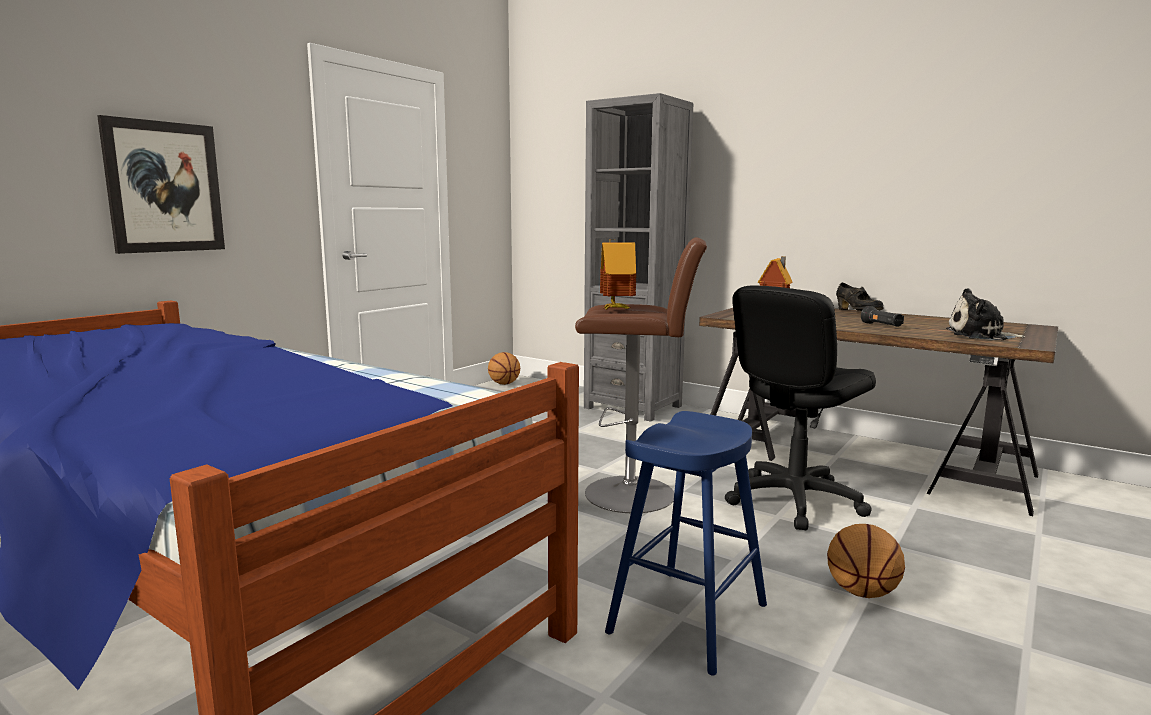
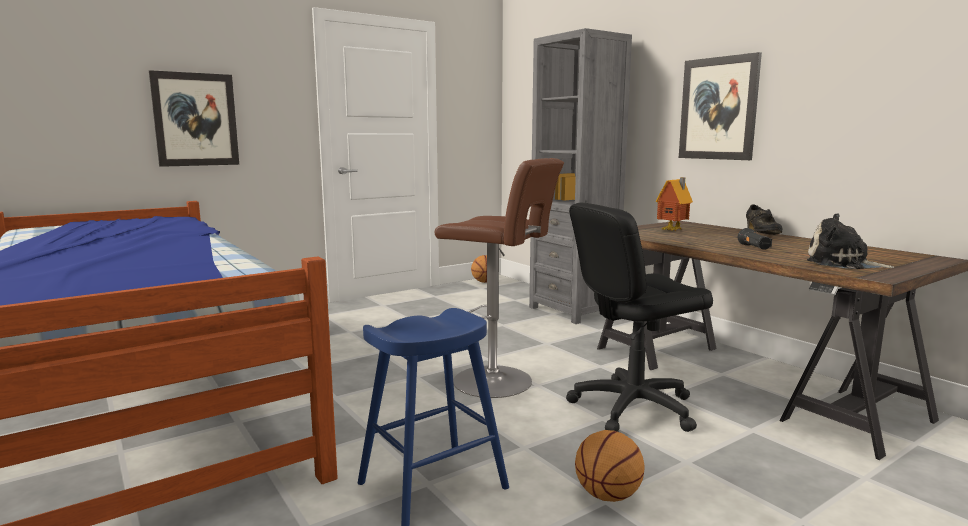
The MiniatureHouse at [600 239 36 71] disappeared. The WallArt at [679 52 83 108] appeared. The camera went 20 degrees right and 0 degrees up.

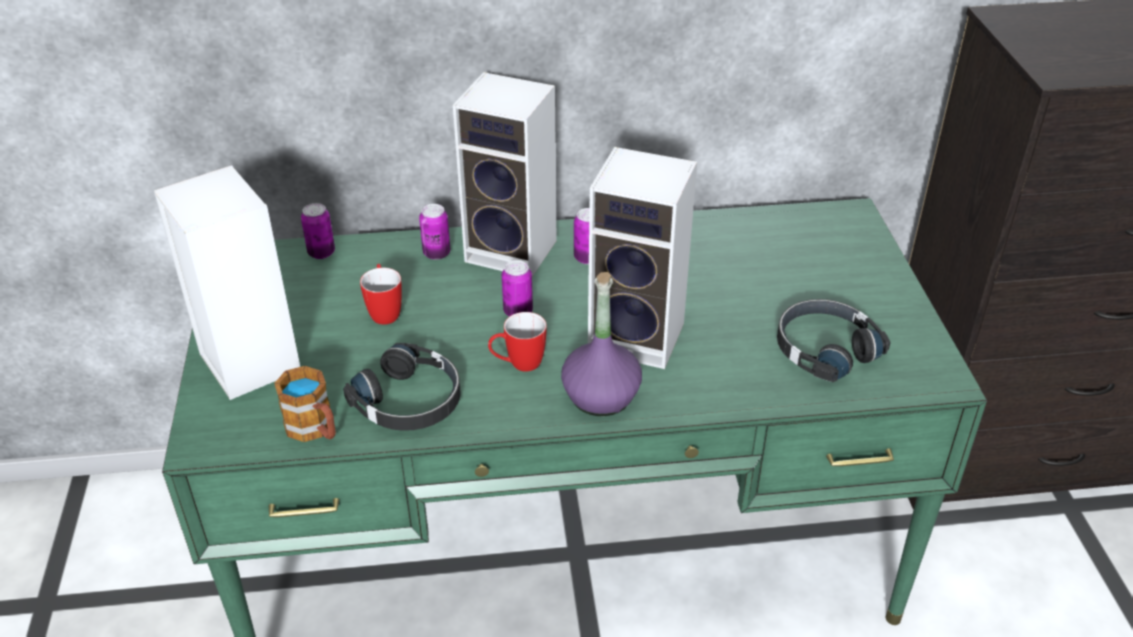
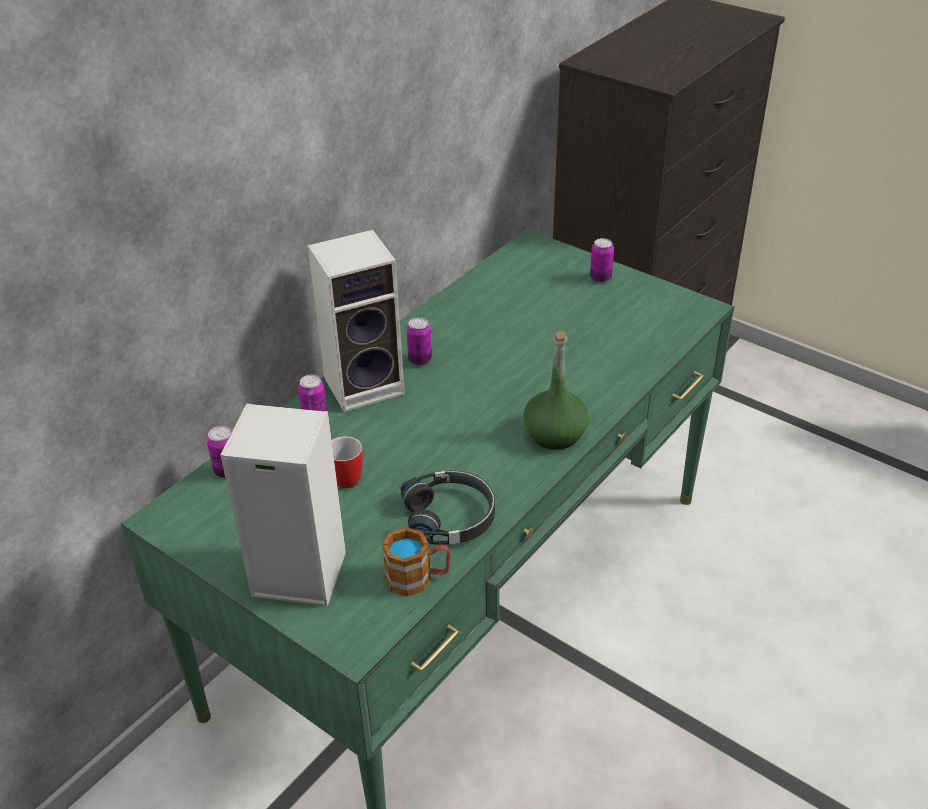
The TeaMug at [488 312 59 60] disappeared. The MetalCan moved from [502 260 31 57] to [590 238 24 45]. The PurpleBeverageBottle at [561 272 81 144] became the GreenColouredBeverageBottle at [524 331 65 119]. The Speaker at [588 147 109 222] disappeared. The BlackHeadphones at [777 299 113 83] disappeared. The camera went 45 degrees left and 0 degrees up.

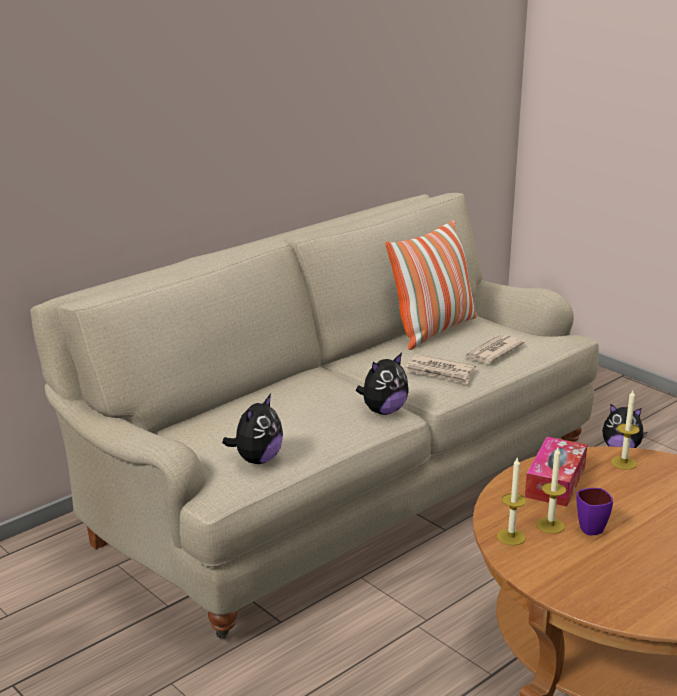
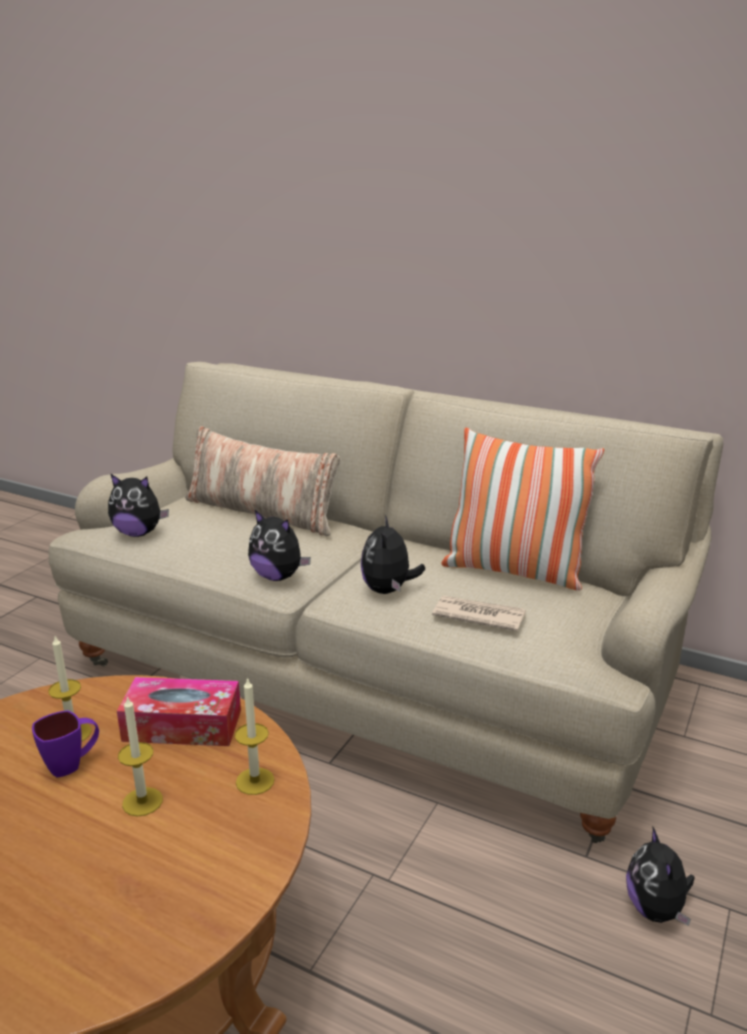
The Newspaper at [405 354 71 30] was replaced by the PlushToy at [361 515 64 79]. The WaxCandle moved from [497 458 29 87] to [118 696 45 120]. The ThrowPillow at [185 426 155 110] appeared. The camera went 70 degrees right and 0 degrees up.

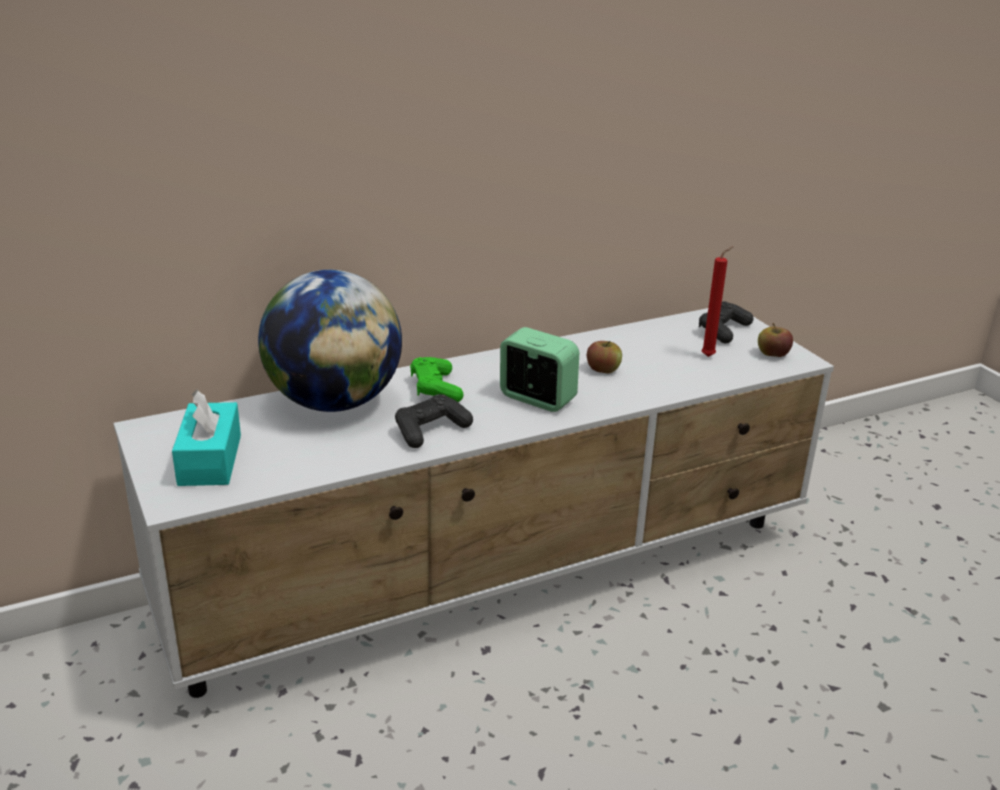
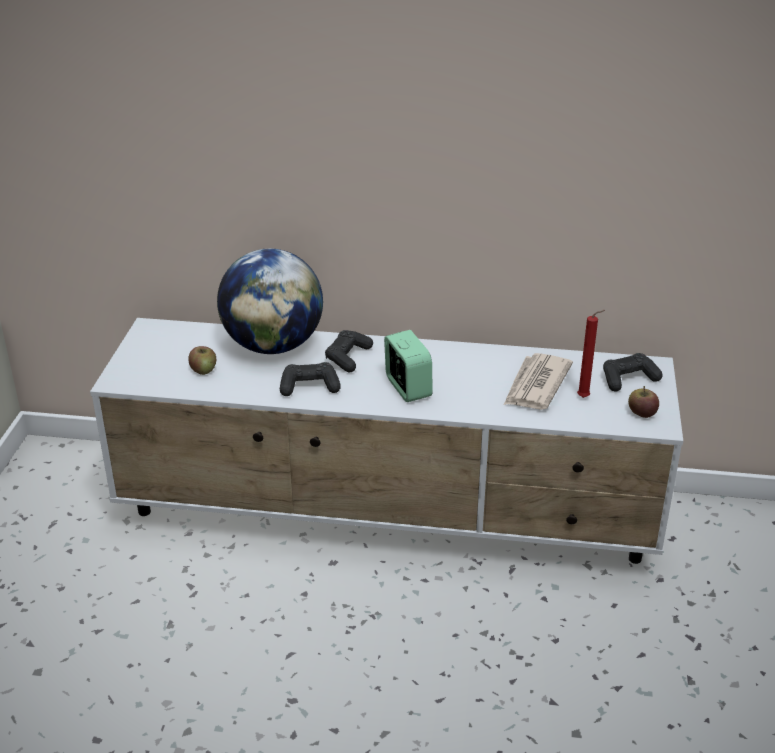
The TurquoiseTissueBox at [172 390 69 96] disappeared. The GreenColouredGamepad at [410 357 54 45] became the BlackGamepad at [325 330 48 42]. The AppleFruit moved from [587 341 35 32] to [188 346 28 29]. The Newspaper at [504 353 69 57] appeared. The camera went 35 degrees right and 5 degrees up.

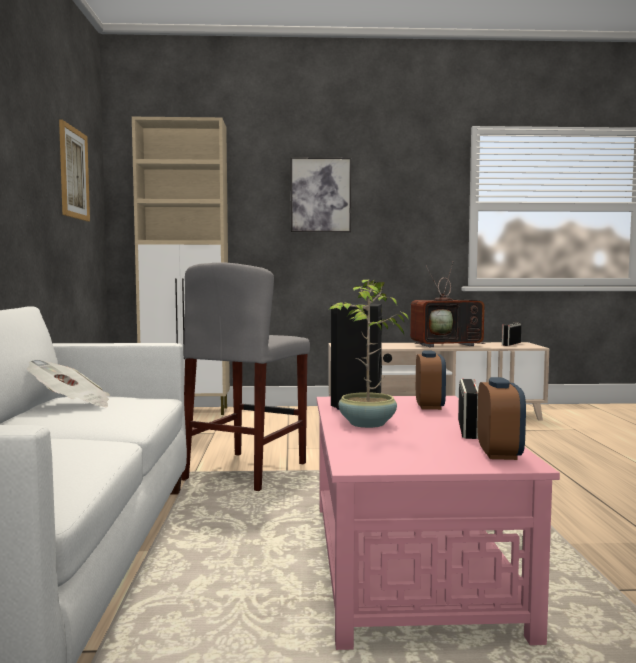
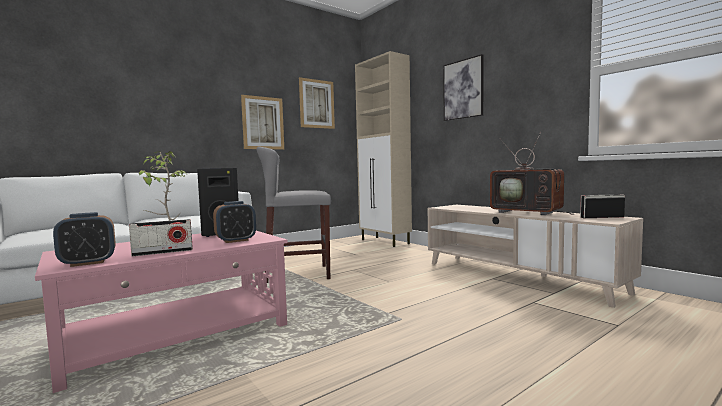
The Newspaper at [27 360 83 47] disappeared. The WallArt at [241 95 43 54] appeared. The camera went 55 degrees right and 0 degrees up.

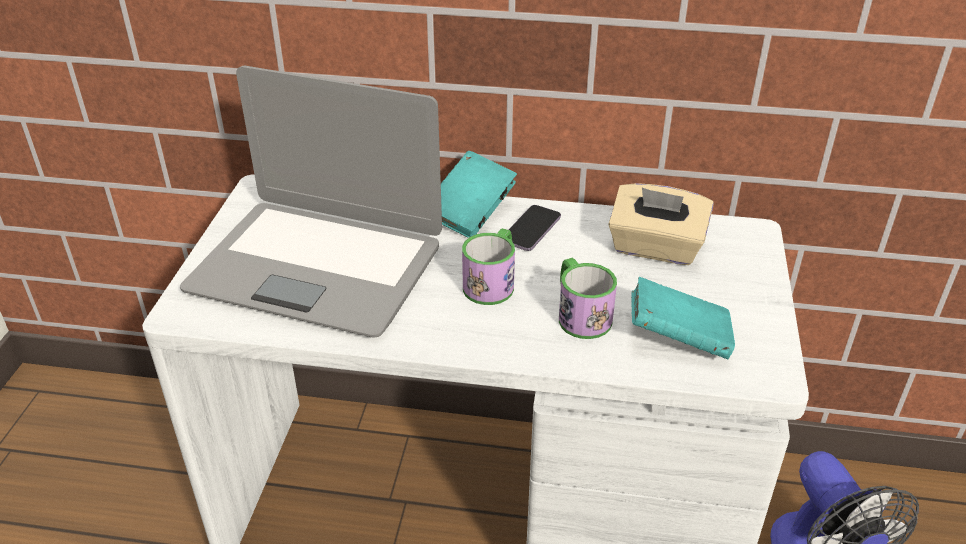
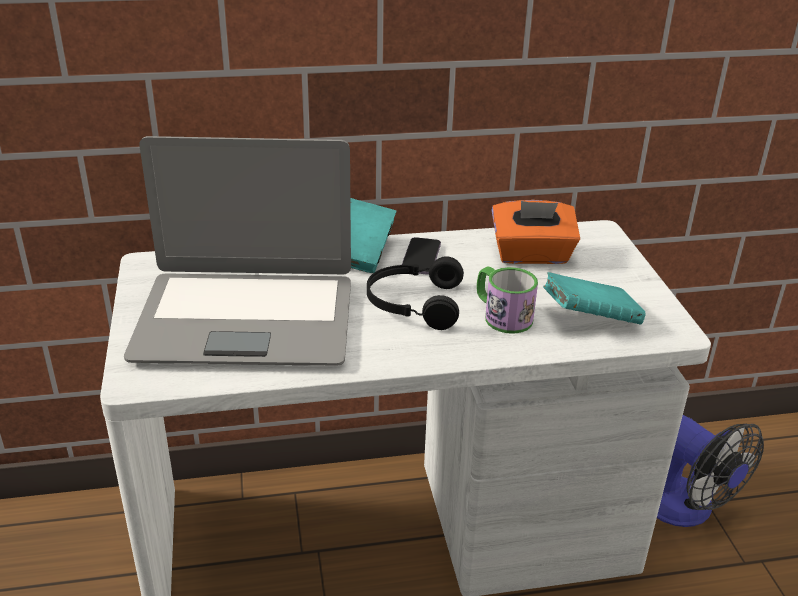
The TeaMug at [462 228 53 77] was replaced by the BlackHeadphones at [367 256 97 74]. The BeigeColouredTissueBox at [608 183 105 82] became the OrangeColouredTissueBox at [492 200 88 64]. The camera went 20 degrees left and 5 degrees down.

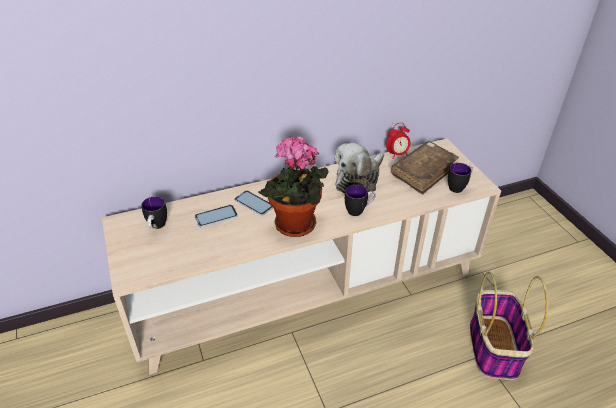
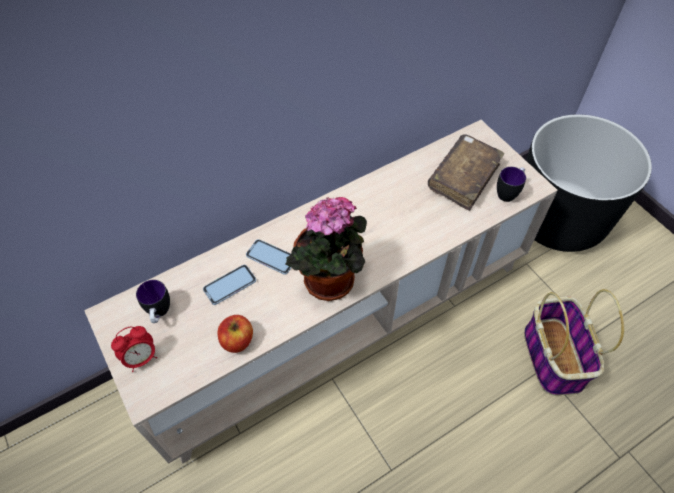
The PlushToy at [334 143 50 51] disappeared. The TeaMug at [345 185 31 31] disappeared. The TableClock moved from [386 123 25 36] to [111 326 46 46]. The AppleFruit at [218 315 35 38] appeared. The BlackPlantPot at [526 114 126 138] appeared. The camera went 10 degrees left and 15 degrees up.

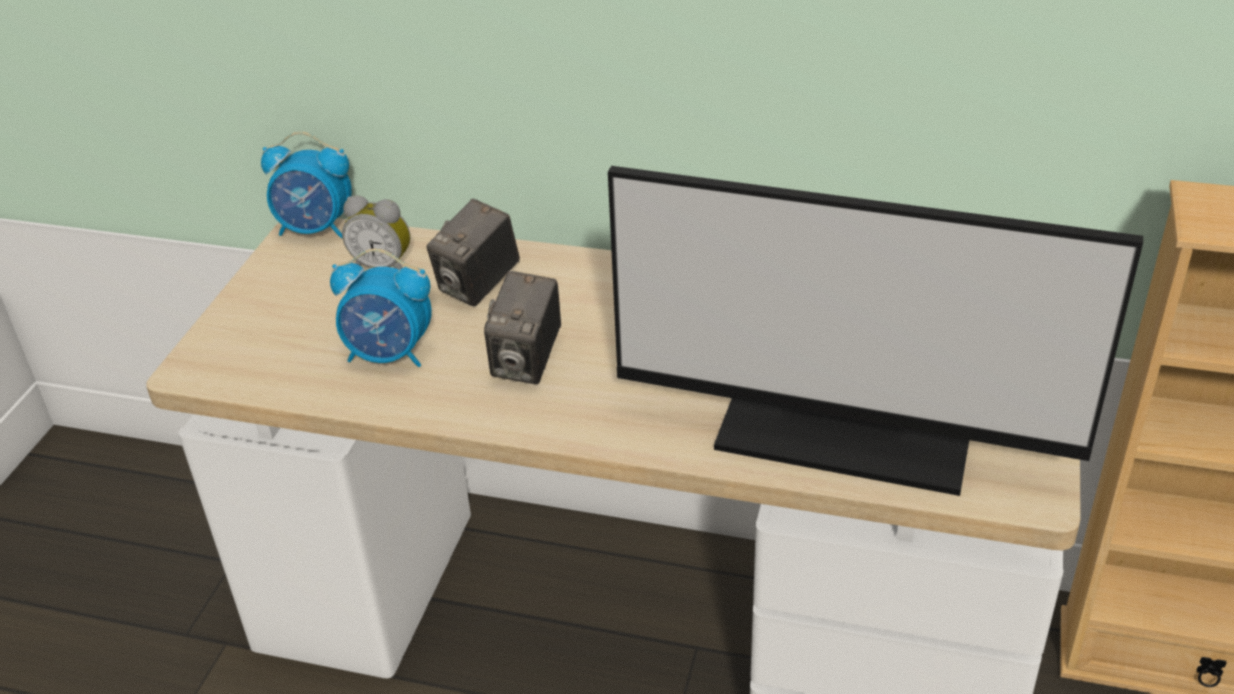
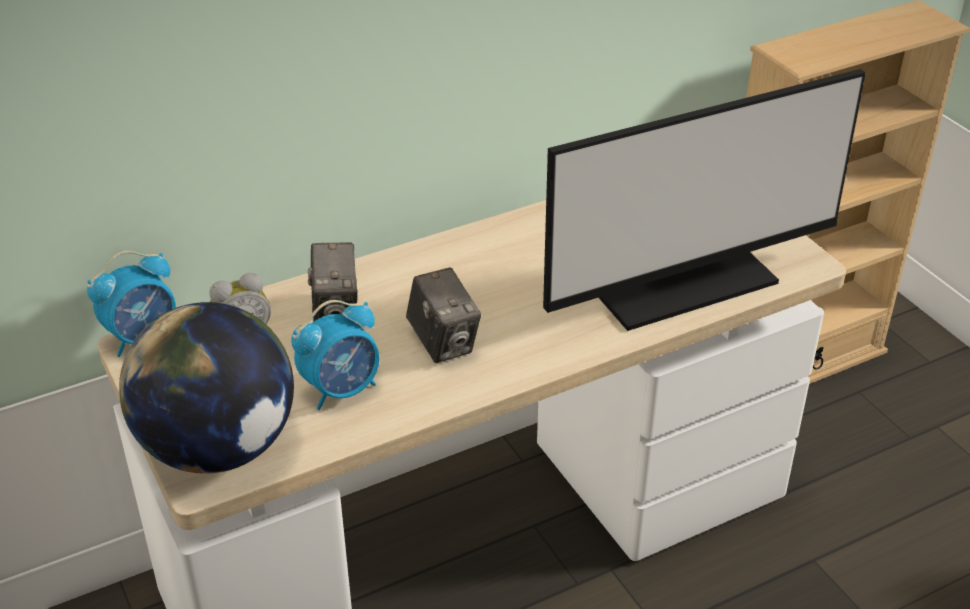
The DeskGlobe at [119 302 175 172] appeared. The camera went 45 degrees left and 0 degrees up.

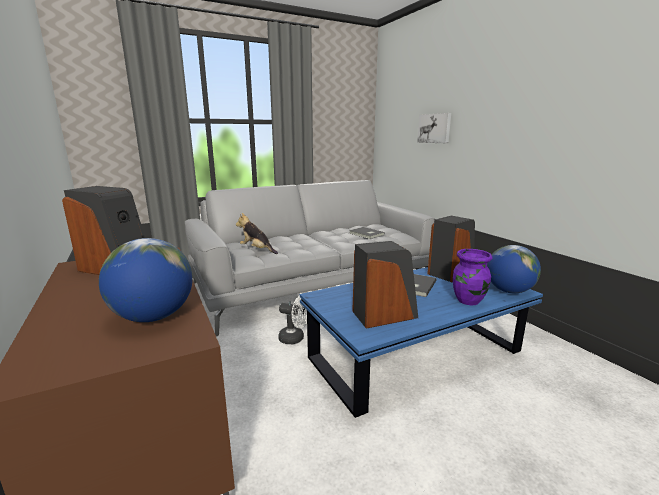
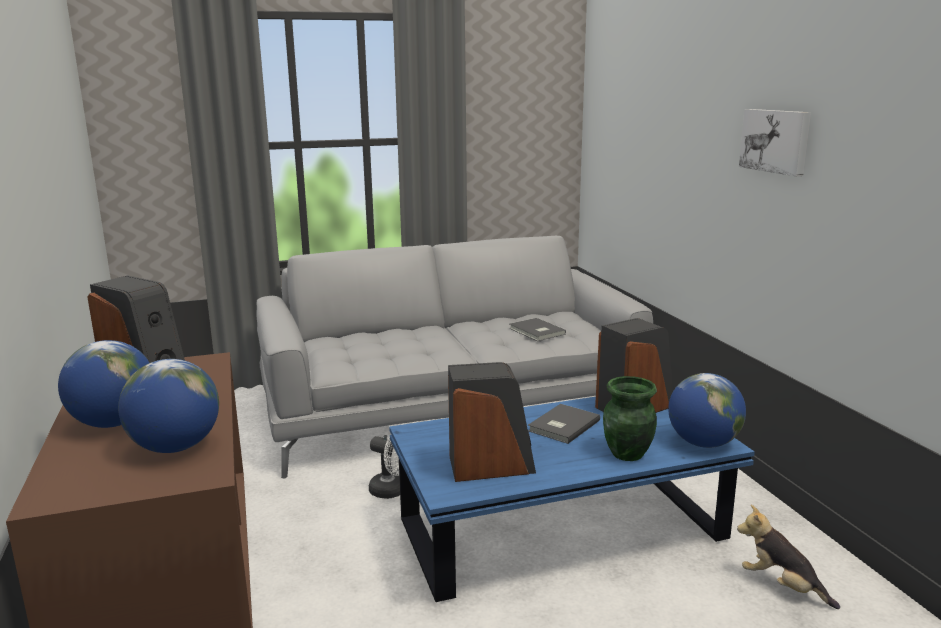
The PlushToy moved from [236 213 42 41] to [737 505 103 104]. The WallArt moved from [417 113 34 30] to [739 109 72 67]. The PurpleVase at [453 249 39 56] became the GreenColouredVase at [603 376 54 85]. The DeskGlobe at [58 340 92 88] appeared. The camera went 10 degrees right and 0 degrees up.

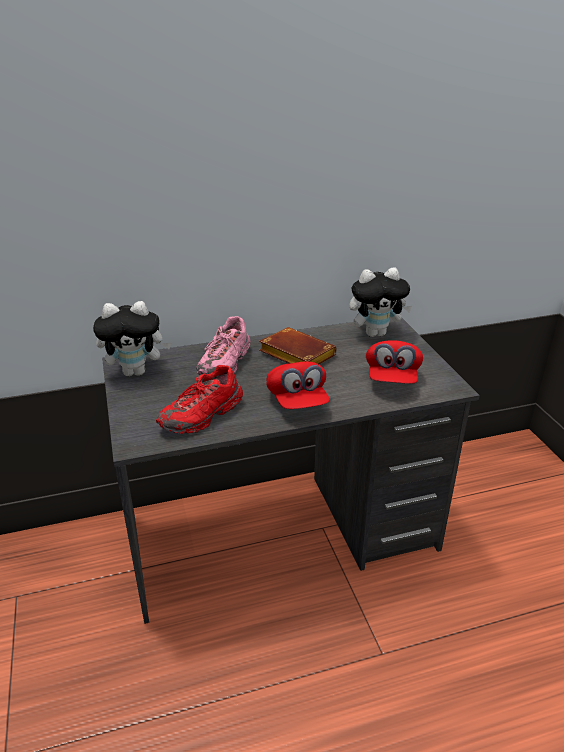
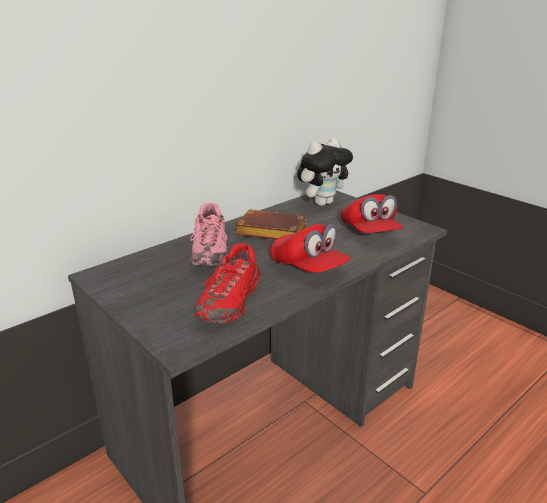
The PlushToy at [93 301 79 75] disappeared. The camera went 25 degrees left and 5 degrees down.

